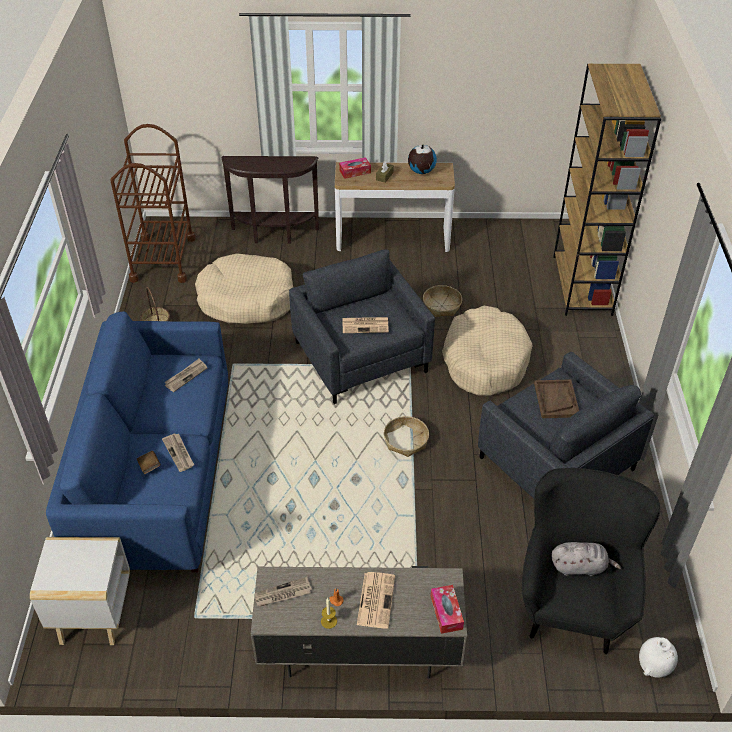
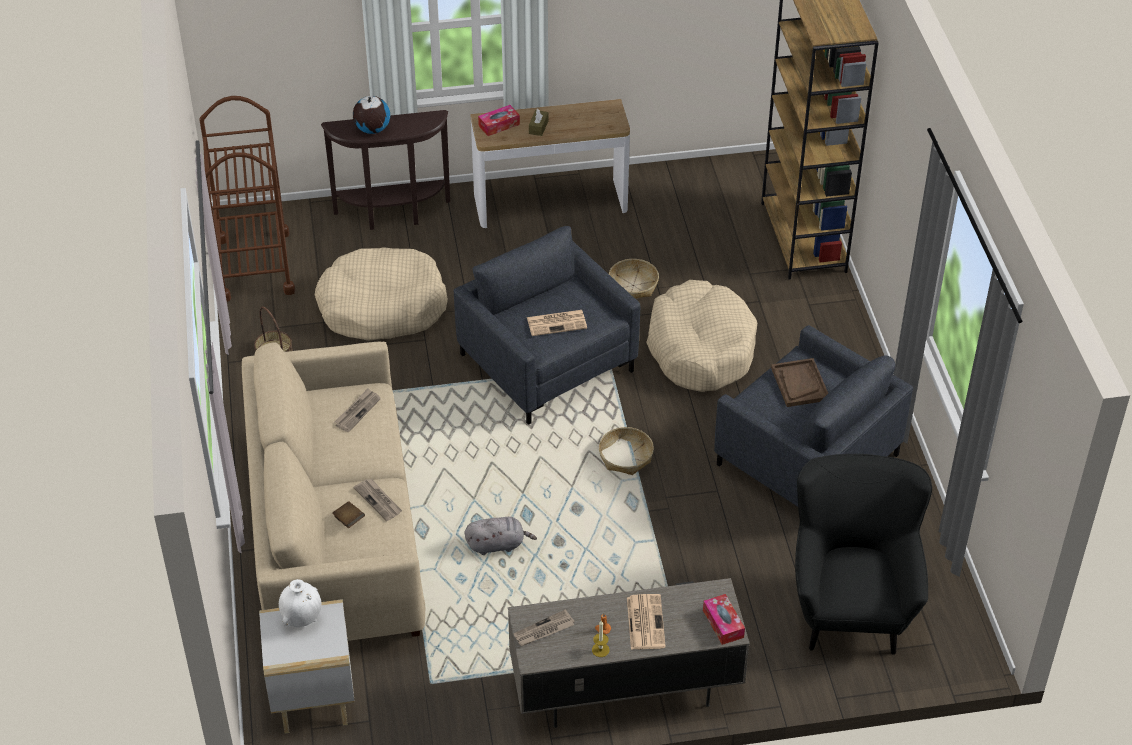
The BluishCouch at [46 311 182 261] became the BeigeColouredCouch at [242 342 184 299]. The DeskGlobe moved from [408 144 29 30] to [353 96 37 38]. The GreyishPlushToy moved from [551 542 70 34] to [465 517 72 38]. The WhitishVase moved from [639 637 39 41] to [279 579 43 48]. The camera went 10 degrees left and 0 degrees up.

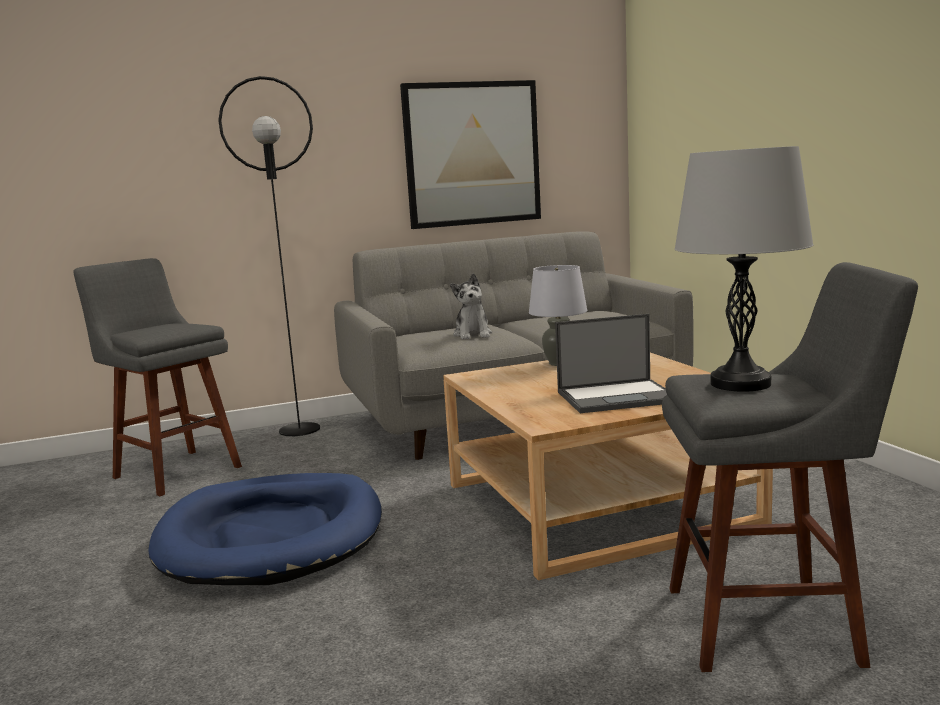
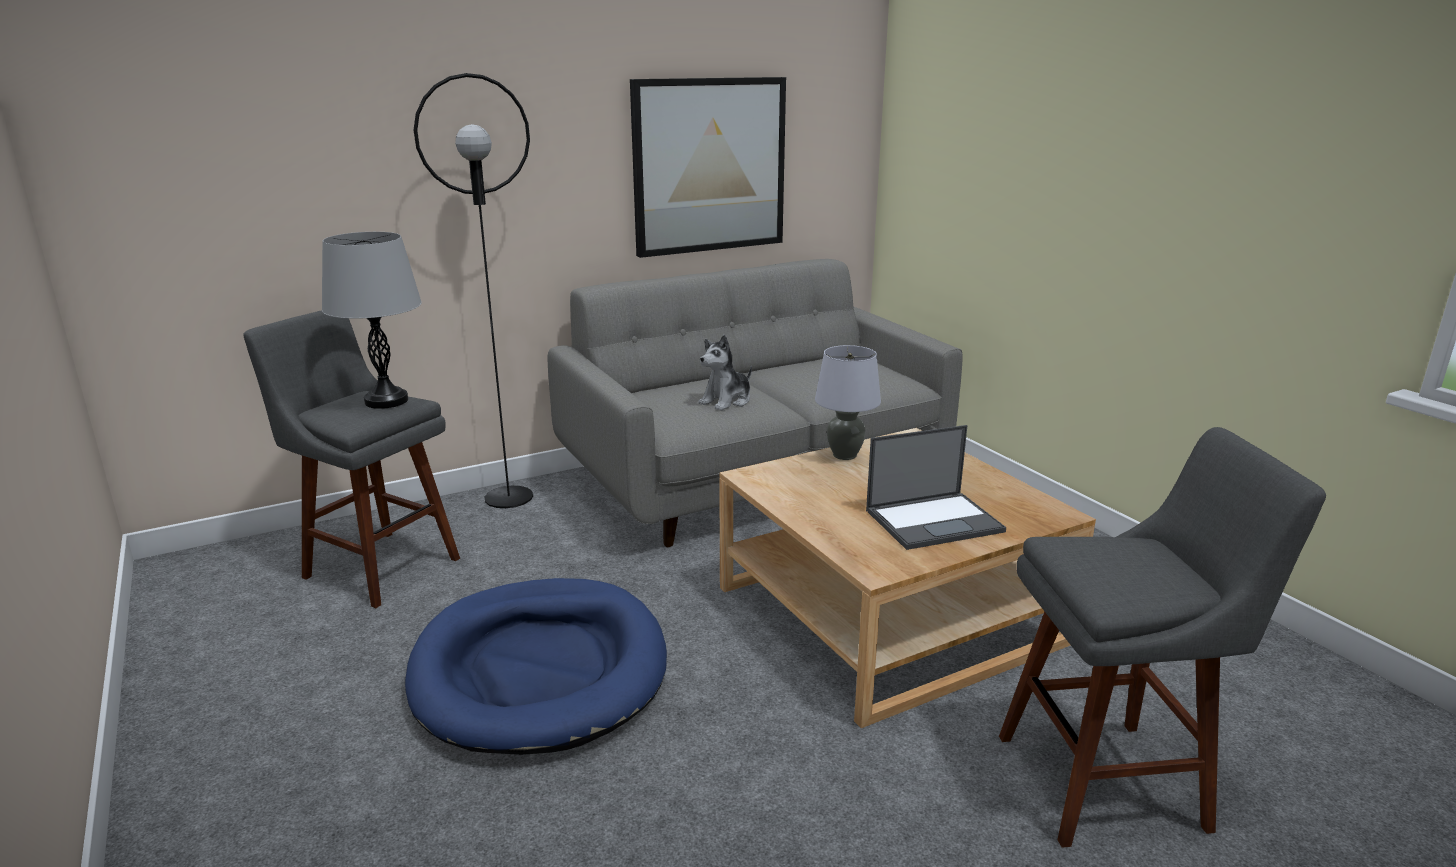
The PlushToy at [450 273 42 66] turned 60 degrees clockwise. The GreyishTabletopLamp moved from [674 146 140 246] to [322 232 100 177]. The camera went 10 degrees left and 10 degrees up.

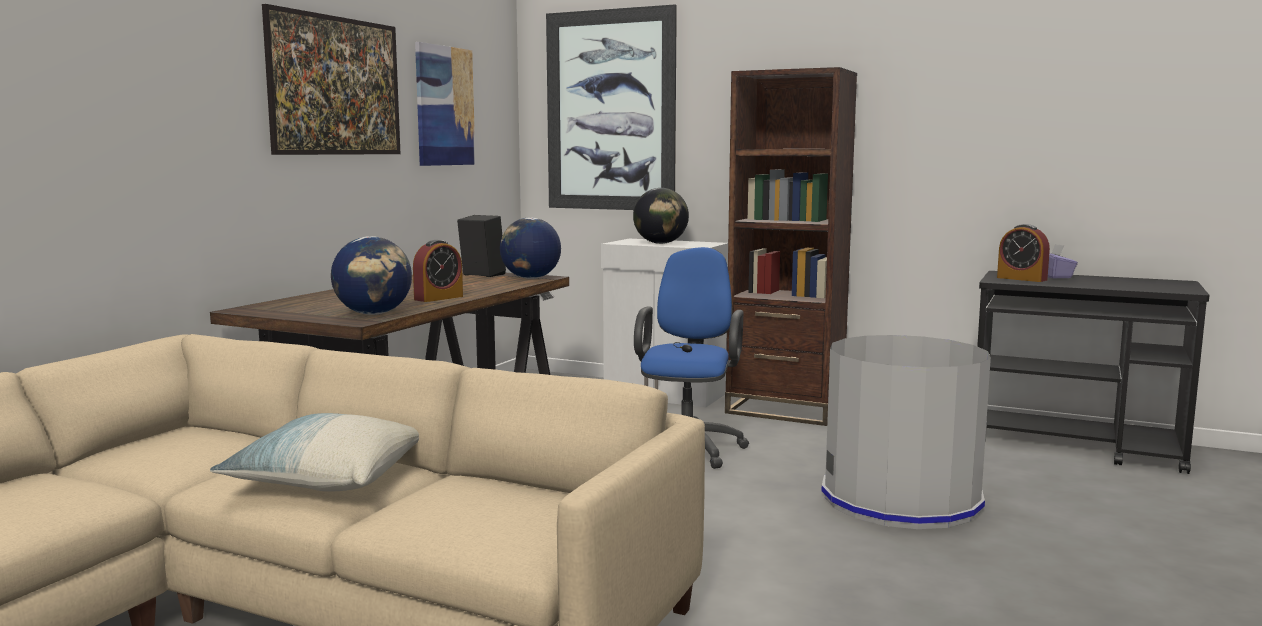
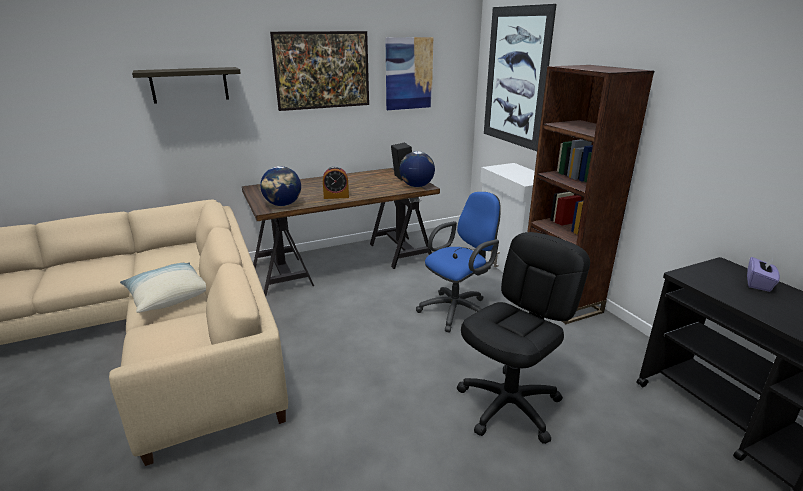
The DeskGlobe at [633 188 56 56] disappeared. The GreyishTrashCan at [822 335 169 194] was replaced by the BlackDeskChair at [457 232 133 212]. The TableClock at [997 224 53 58] disappeared. The BracketShelf at [132 67 109 37] appeared. The camera went 40 degrees right and 15 degrees up.

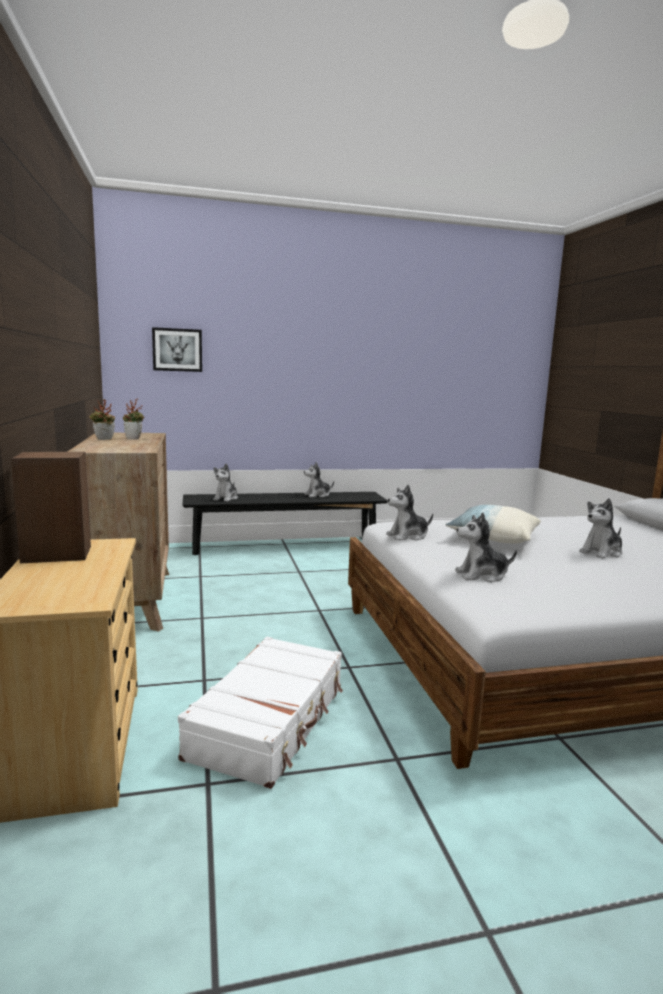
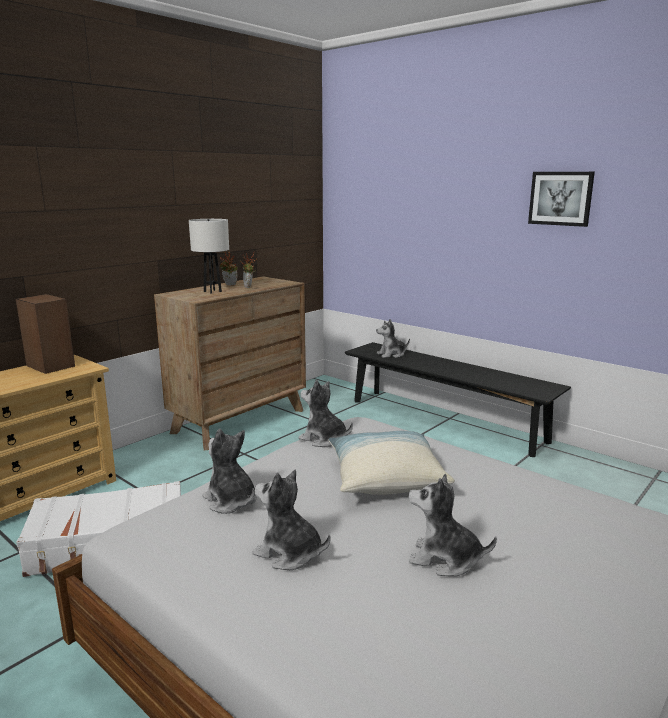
The WallArt moved from [152 327 50 45] to [528 172 67 55]. The PlushToy moved from [304 462 30 36] to [253 470 78 100]. The WhitishTabletopLamp at [189 219 40 75] appeared. The camera went 55 degrees right and 5 degrees up.

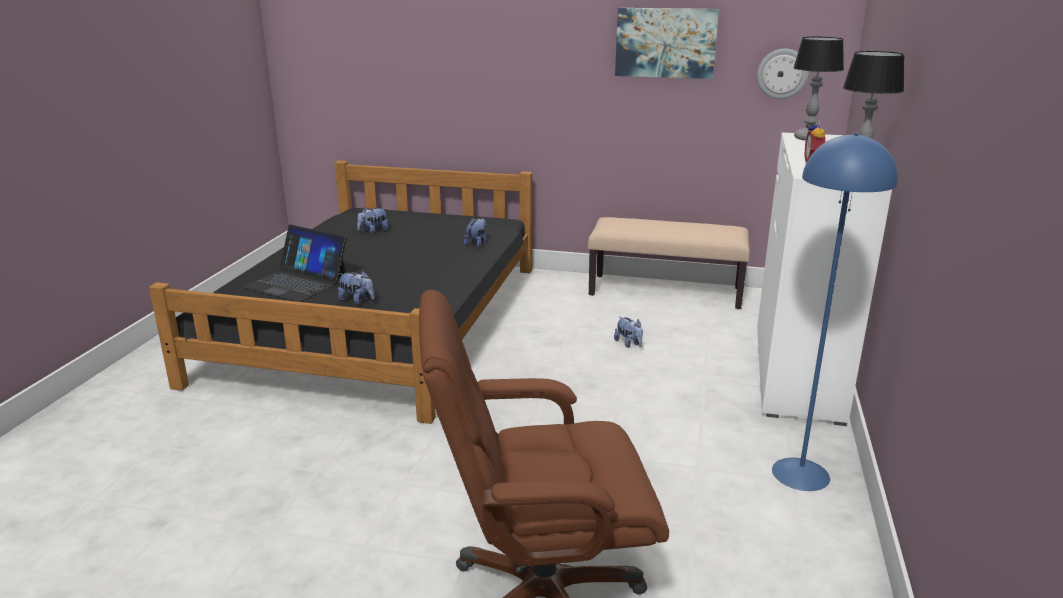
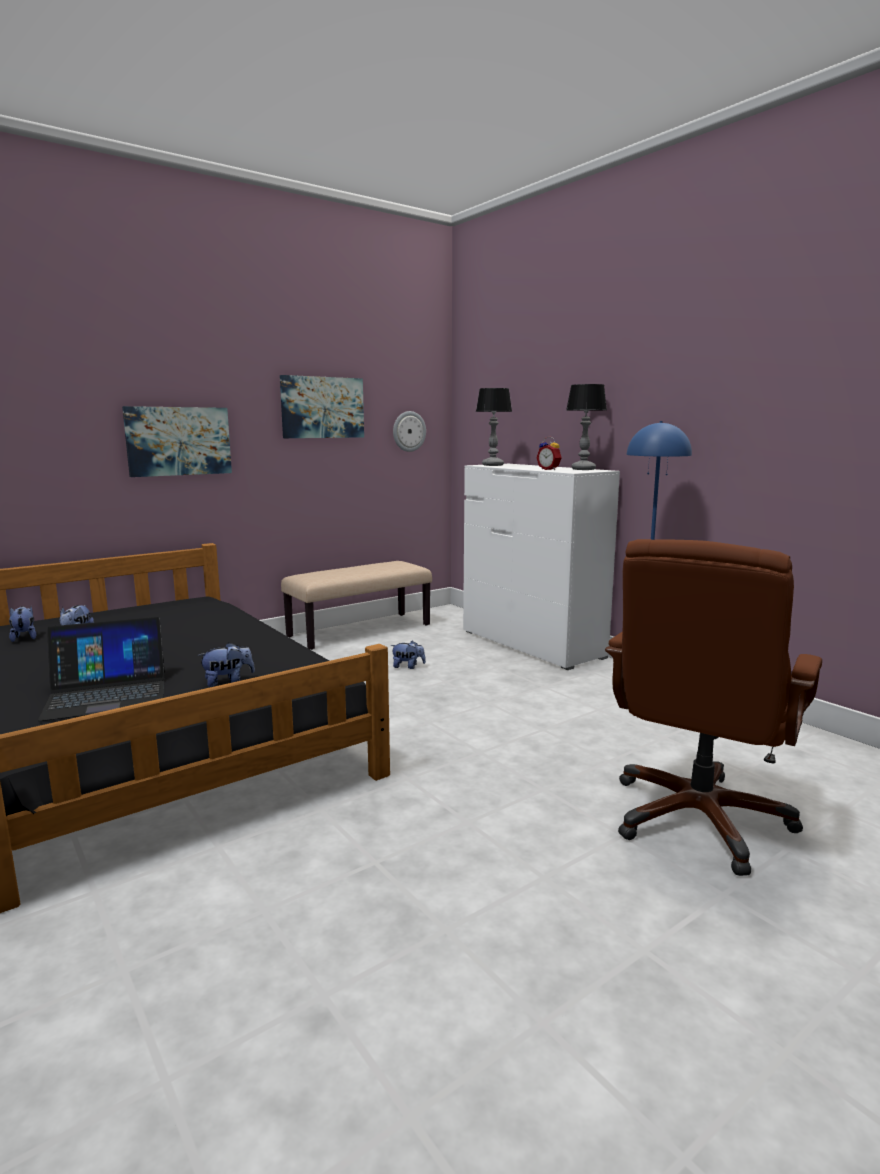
The PlushToy moved from [464 218 22 29] to [9 606 27 36]. The WallArt at [122 406 110 71] appeared. The camera went 50 degrees left and 10 degrees down.

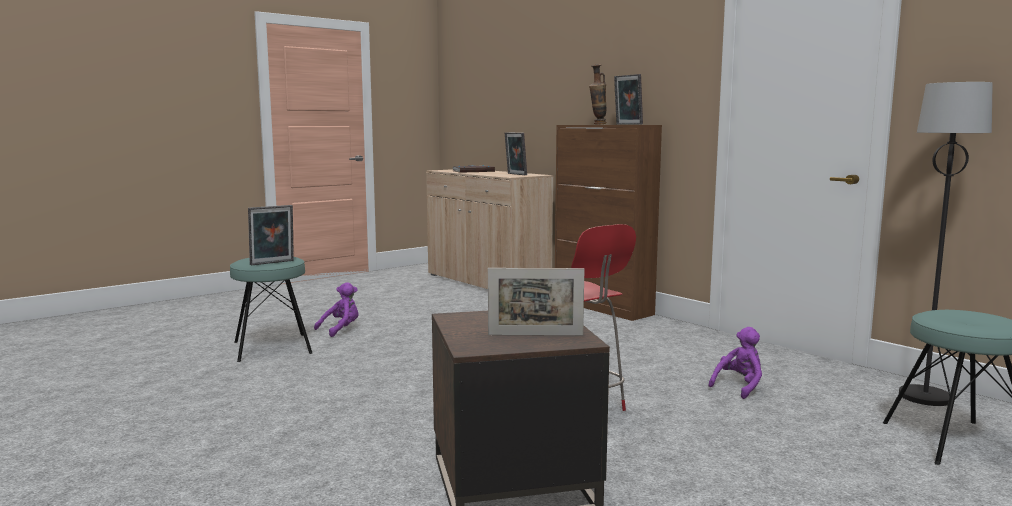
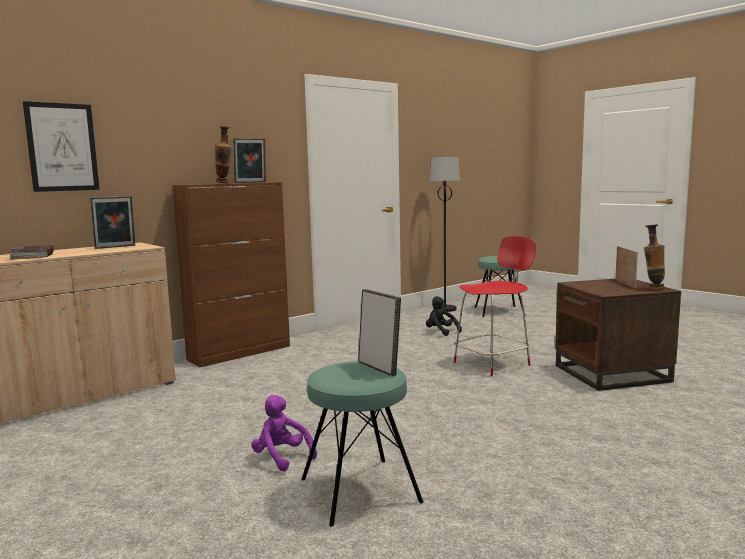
The PurplePlushToy at [708 327 54 72] became the BlackPlushToy at [426 296 36 40]. The WallArt at [23 101 76 91] appeared. The Vase at [644 224 21 66] appeared. The camera went 90 degrees left and 0 degrees up.

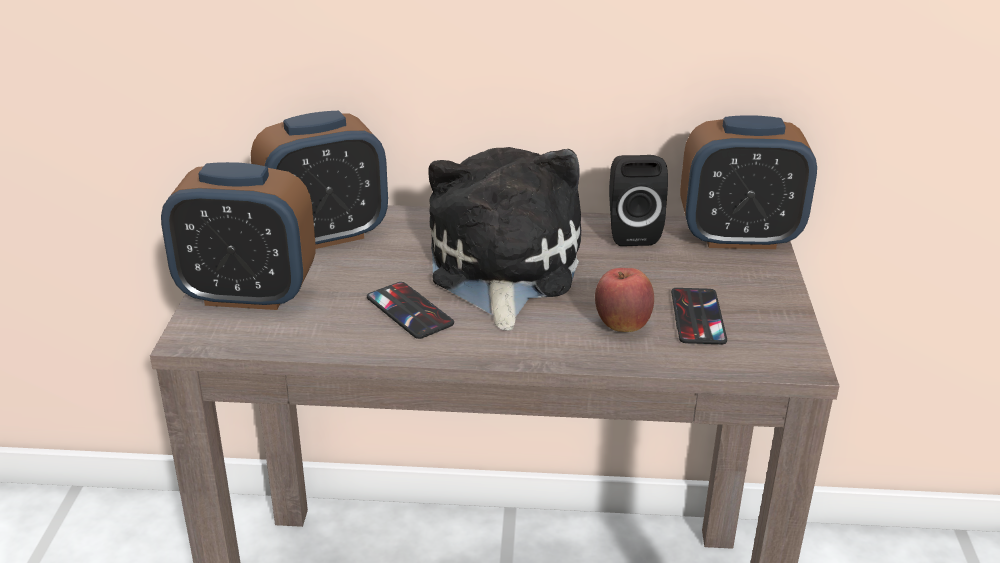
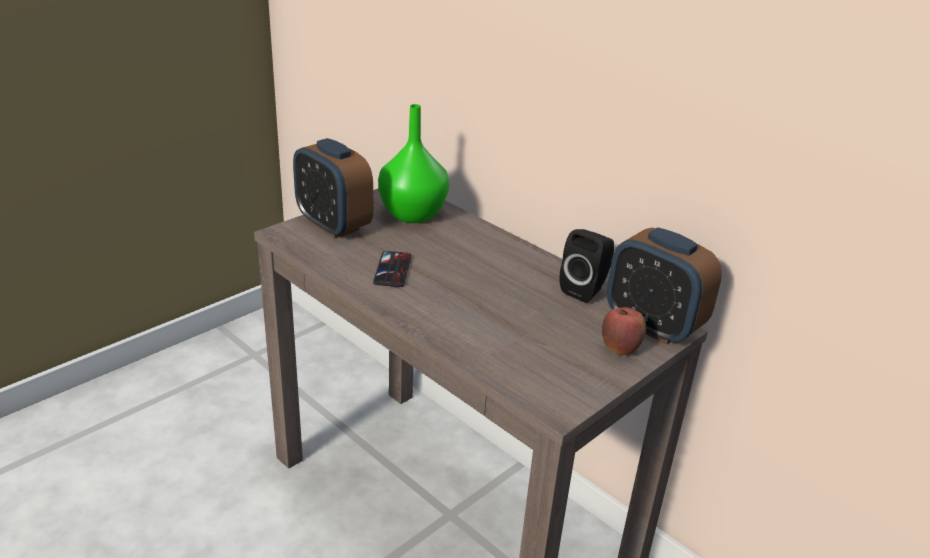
The TableClock at [251 111 137 138] was replaced by the GreenColouredVase at [378 104 71 119]. The PlushToy at [428 147 153 184] disappeared. The AppleFruit moved from [595 268 59 64] to [602 307 44 48]. The Telephone at [671 288 56 56] disappeared. The camera went 40 degrees right and 0 degrees up.

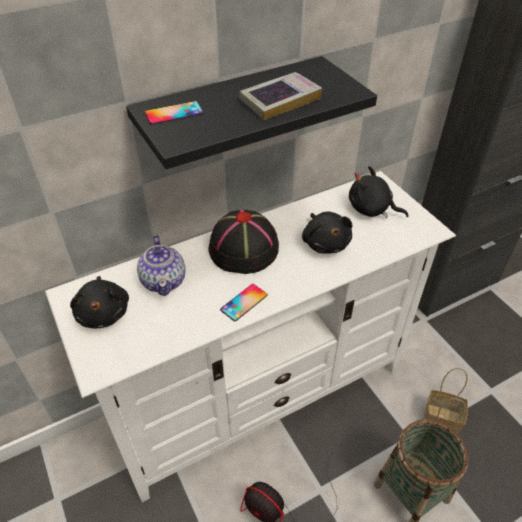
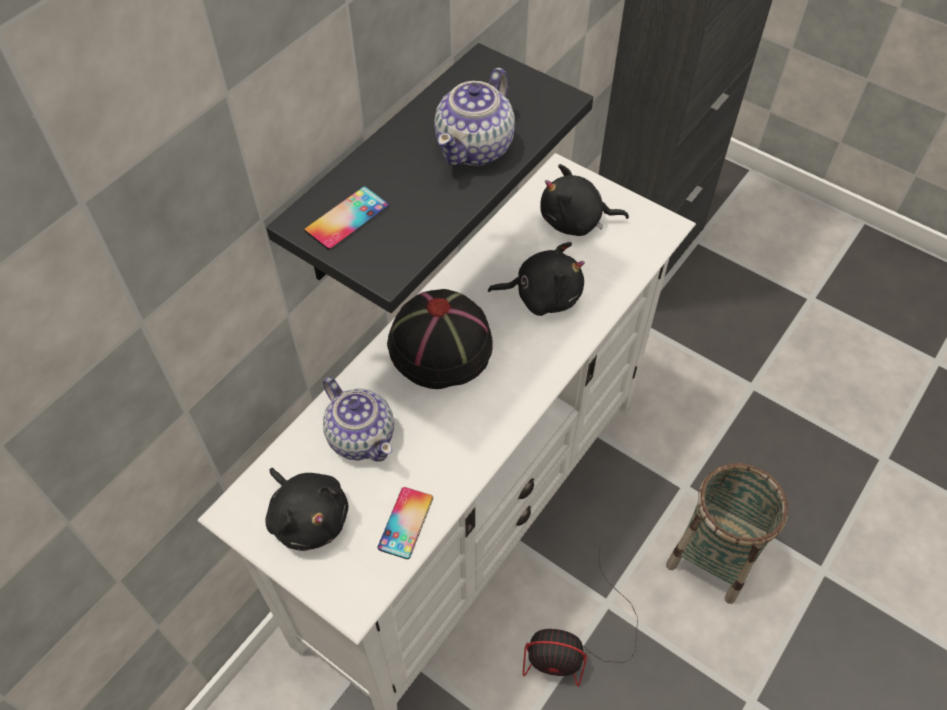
The Telephone moved from [220 284 48 37] to [377 487 56 72]. The Volume at [239 72 83 48] was replaced by the Teapot at [434 68 81 98]. The BlackPlushToy at [302 212 51 42] turned 45 degrees counterclockwise. The HouseholdBasket at [424 368 44 65] disappeared. The camera went 25 degrees left and 10 degrees up.

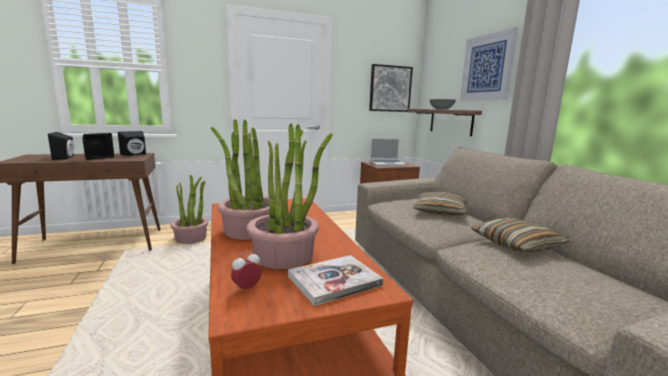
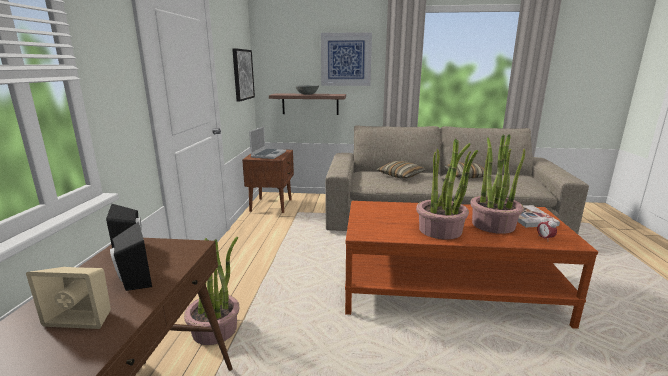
The BlackSpeaker at [48 132 26 28] became the BeigeColouredSpeaker at [26 267 85 62]. The camera went 65 degrees left and 5 degrees up.

